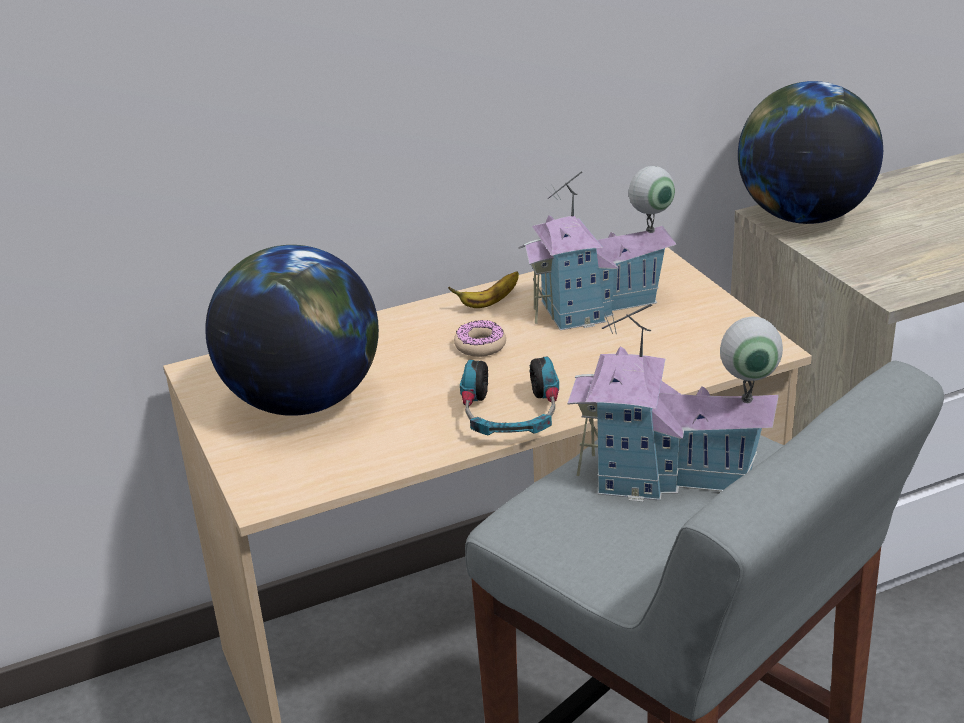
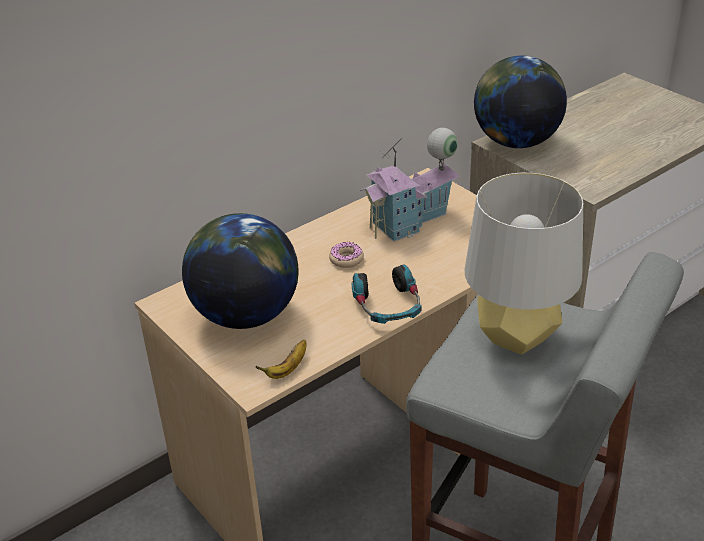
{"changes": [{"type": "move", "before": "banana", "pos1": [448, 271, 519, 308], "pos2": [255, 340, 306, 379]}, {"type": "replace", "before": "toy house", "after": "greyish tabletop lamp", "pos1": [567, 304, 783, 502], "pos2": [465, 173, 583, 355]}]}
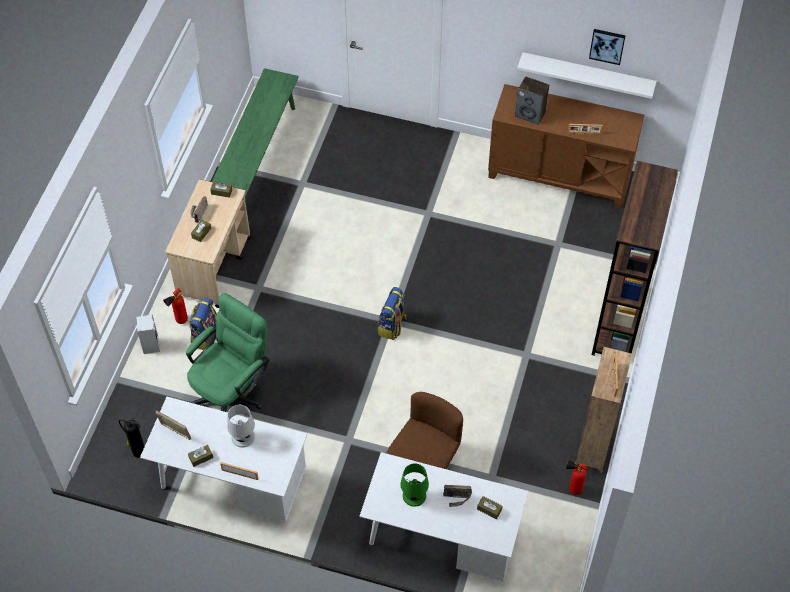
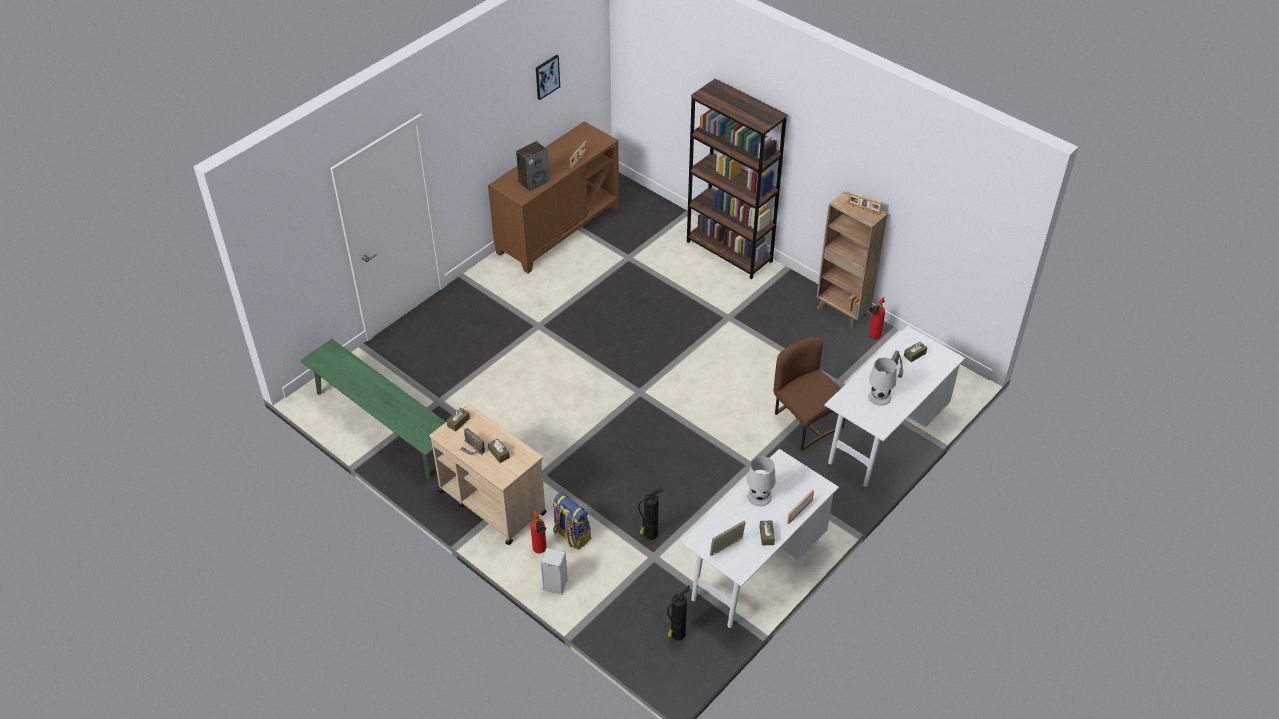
{"changes": [{"type": "delete", "before": "backpack", "pos1": [378, 287, 407, 340]}, {"type": "delete", "before": "white bracket shelf", "pos1": [517, 52, 656, 99]}, {"type": "replace", "before": "green desk chair", "after": "extinguisher", "pos1": [186, 293, 269, 412], "pos2": [638, 486, 663, 540]}, {"type": "recolor", "before": "green tabletop lamp", "after": "white tabletop lamp", "pos1": [400, 463, 429, 507], "pos2": [868, 358, 897, 406]}]}
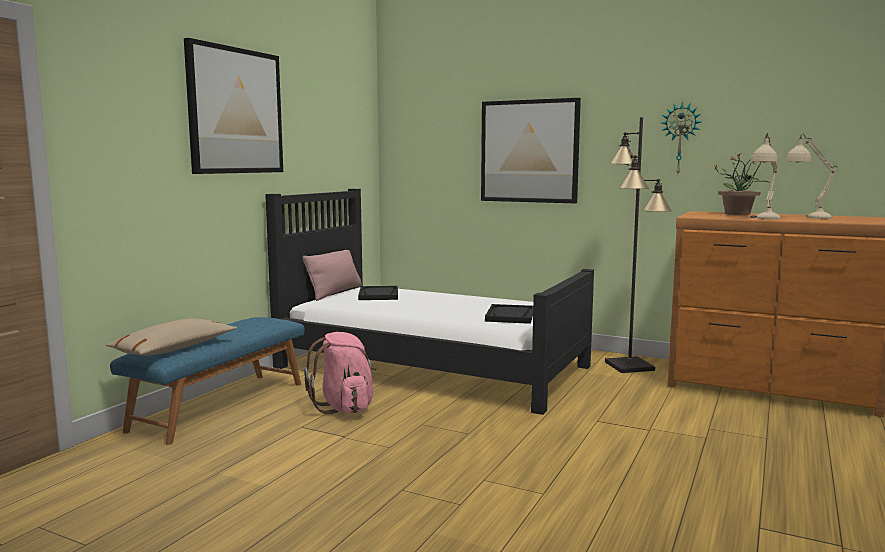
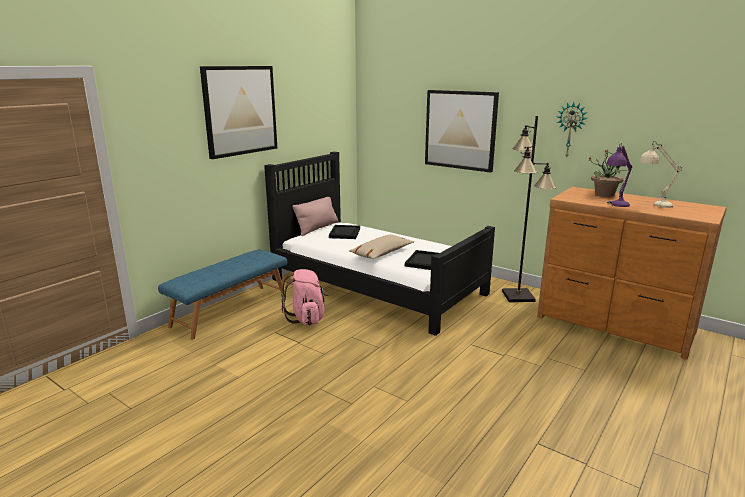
{"changes": [{"type": "move", "before": "sand-coloured cushion", "pos1": [106, 318, 237, 355], "pos2": [349, 235, 414, 259]}, {"type": "recolor", "before": "sand-coloured tabletop lamp", "after": "purple-coloured tabletop lamp", "pos1": [750, 133, 781, 219], "pos2": [606, 143, 632, 207]}]}
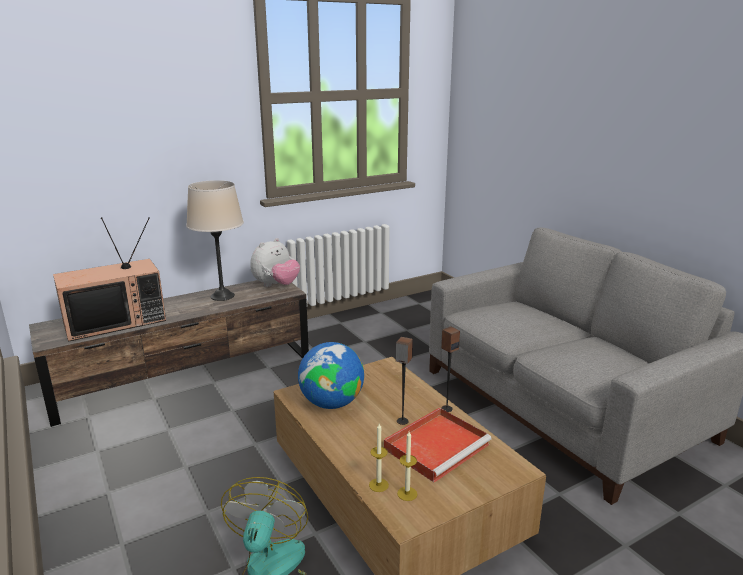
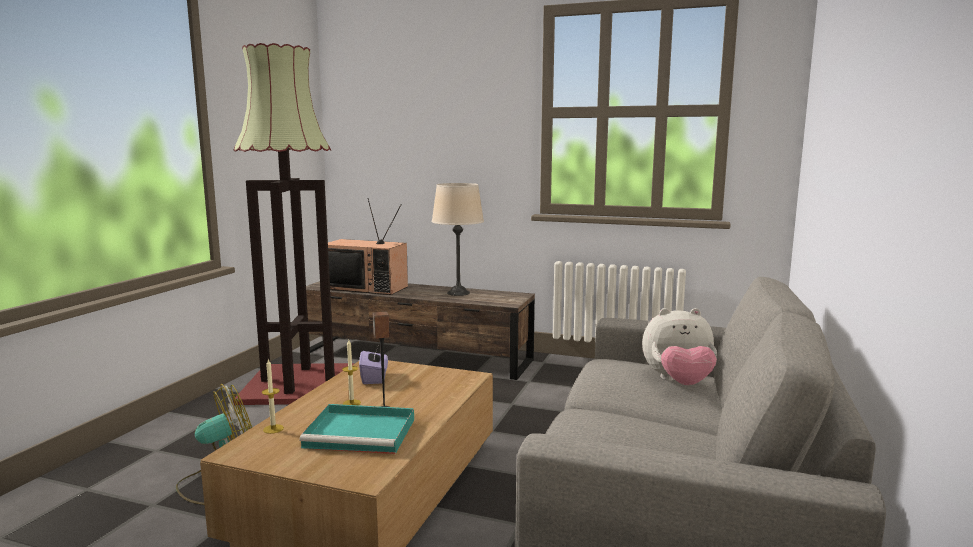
{"changes": [{"type": "delete", "before": "speaker", "pos1": [441, 326, 460, 412]}, {"type": "insert", "after": "standing lamp", "pos2": [233, 43, 354, 405]}, {"type": "move", "before": "cuddly toy", "pos1": [250, 238, 300, 287], "pos2": [642, 308, 717, 385]}, {"type": "move", "before": "wax candle", "pos1": [397, 431, 417, 501], "pos2": [342, 340, 361, 405]}, {"type": "replace", "before": "desk globe", "after": "purple-coloured tissue holder", "pos1": [298, 342, 364, 409], "pos2": [359, 347, 388, 384]}, {"type": "recolor", "before": "reddish serving tray", "after": "blue-green serving tray", "pos1": [384, 408, 491, 483], "pos2": [300, 404, 414, 454]}]}
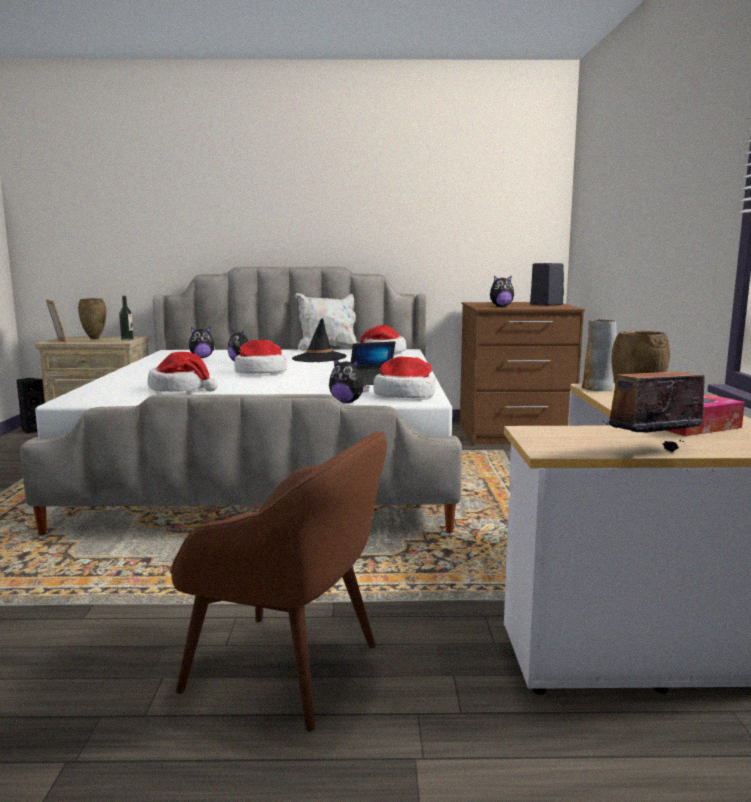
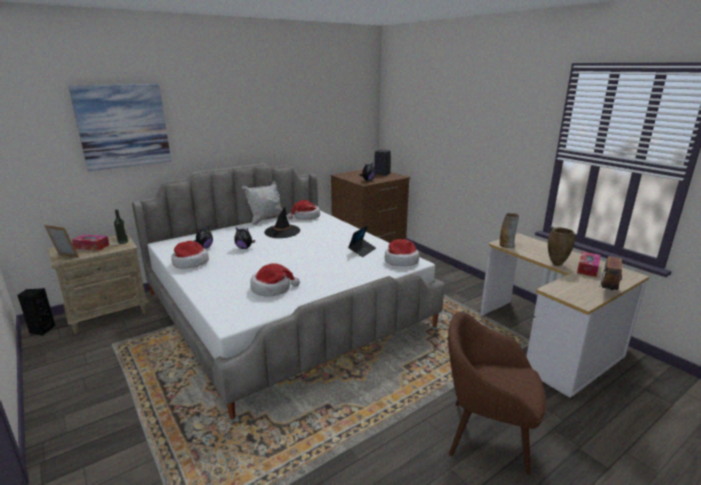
{"changes": [{"type": "delete", "before": "cuddly toy", "pos1": [329, 357, 370, 403]}, {"type": "insert", "after": "wall art", "pos2": [69, 84, 171, 171]}, {"type": "move", "before": "clothing hat", "pos1": [235, 340, 287, 374], "pos2": [171, 240, 209, 269]}, {"type": "replace", "before": "brown-coloured decorative vase", "after": "tissue holder", "pos1": [78, 298, 106, 339], "pos2": [72, 235, 110, 251]}, {"type": "rotate", "before": "brown-coloured armchair", "pos1": [170, 431, 387, 732], "pos2": [448, 312, 546, 475], "turn": -150}]}
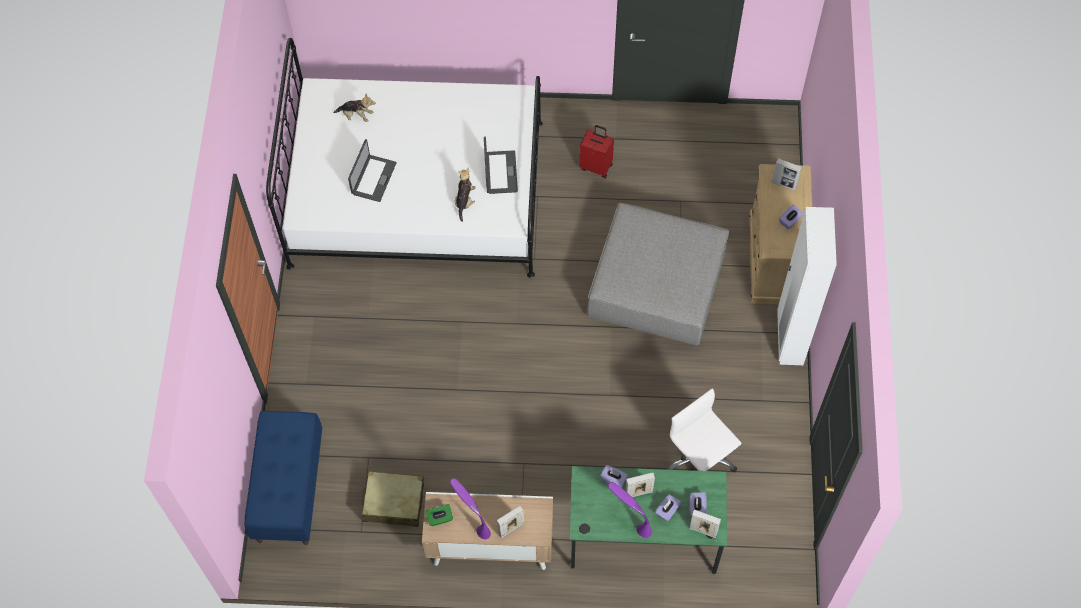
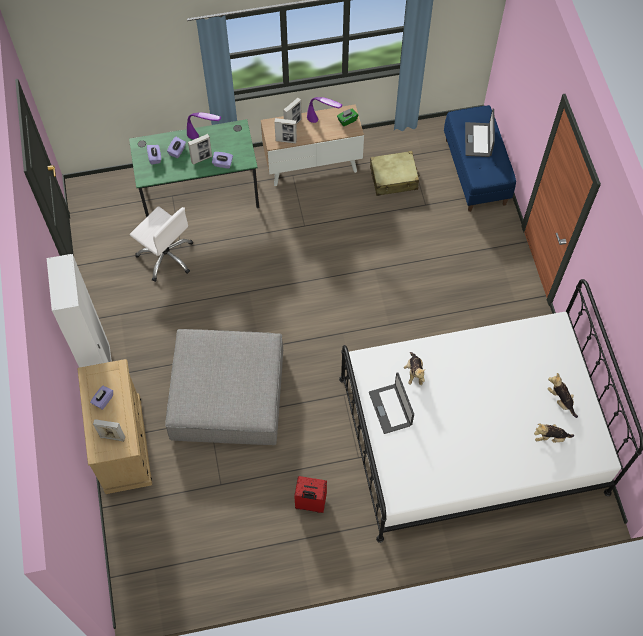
{"changes": [{"type": "insert", "after": "cuddly toy", "pos2": [548, 373, 578, 418]}, {"type": "move", "before": "notebook computer", "pos1": [348, 139, 397, 202], "pos2": [465, 109, 495, 157]}, {"type": "move", "before": "picture frame", "pos1": [689, 510, 721, 538], "pos2": [274, 118, 297, 143]}]}
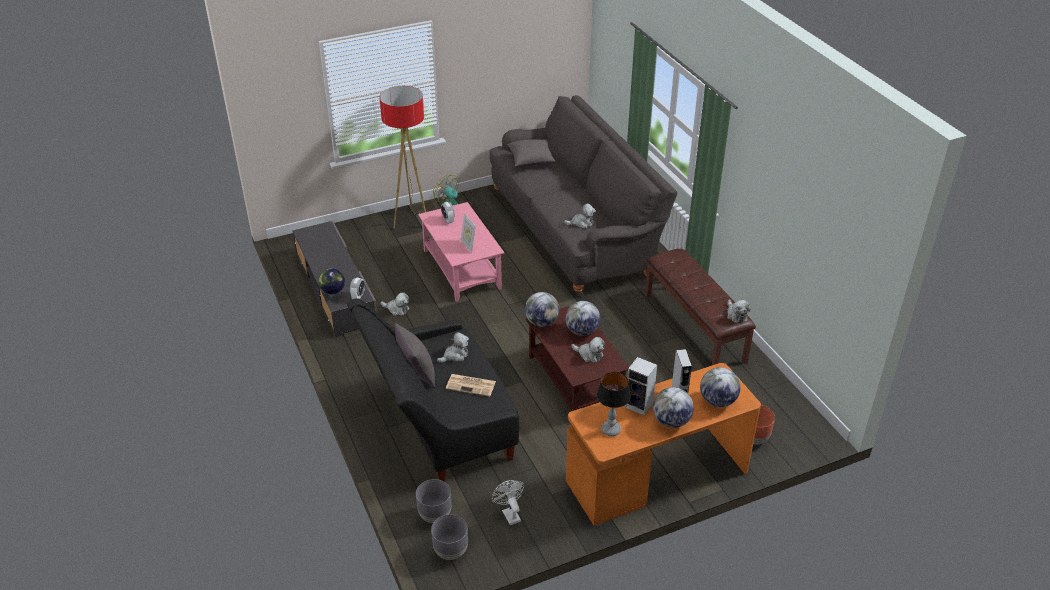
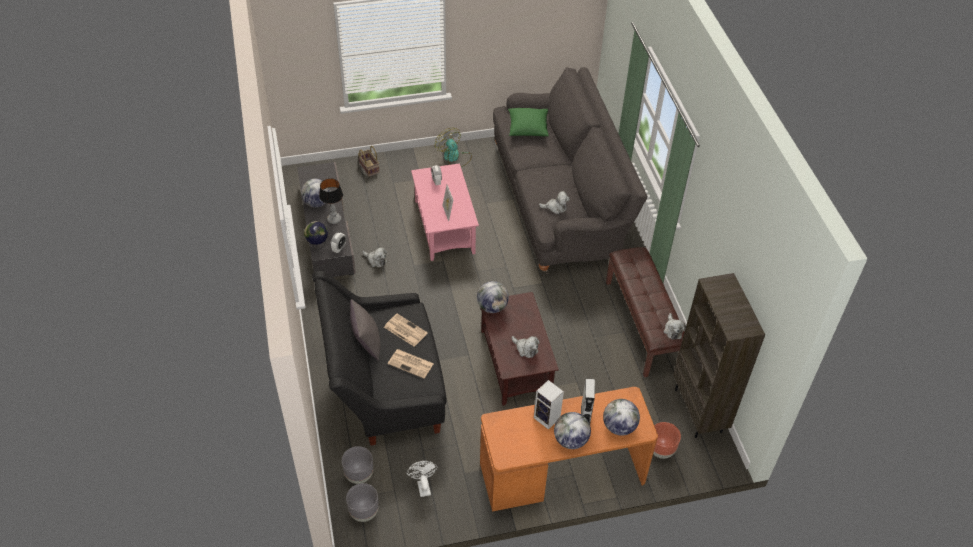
{"changes": [{"type": "delete", "before": "standing lamp", "pos1": [379, 86, 426, 229]}, {"type": "insert", "after": "household basket", "pos2": [358, 146, 380, 177]}, {"type": "insert", "after": "brown-coloured bookcase", "pos2": [673, 273, 765, 438]}, {"type": "move", "before": "desk globe", "pos1": [565, 301, 600, 336], "pos2": [301, 179, 330, 207]}, {"type": "move", "before": "tabletop lamp", "pos1": [597, 372, 631, 436], "pos2": [319, 178, 343, 224]}, {"type": "replace", "before": "cuddly toy", "after": "printed paper", "pos1": [437, 332, 469, 363], "pos2": [384, 314, 428, 347]}, {"type": "recolor", "before": "greyish cushion", "after": "green cushion", "pos1": [507, 139, 556, 167], "pos2": [508, 108, 549, 136]}]}
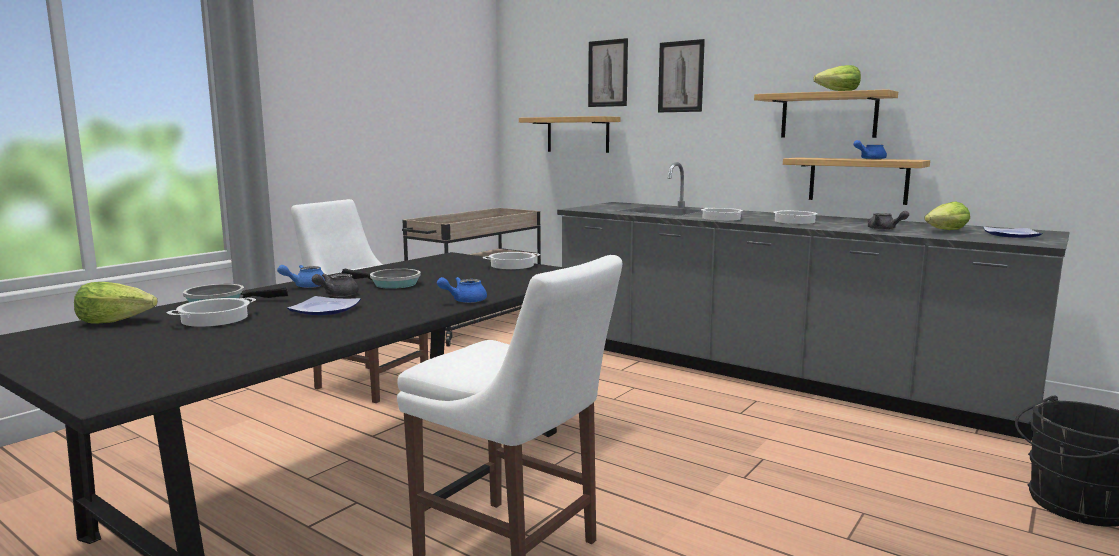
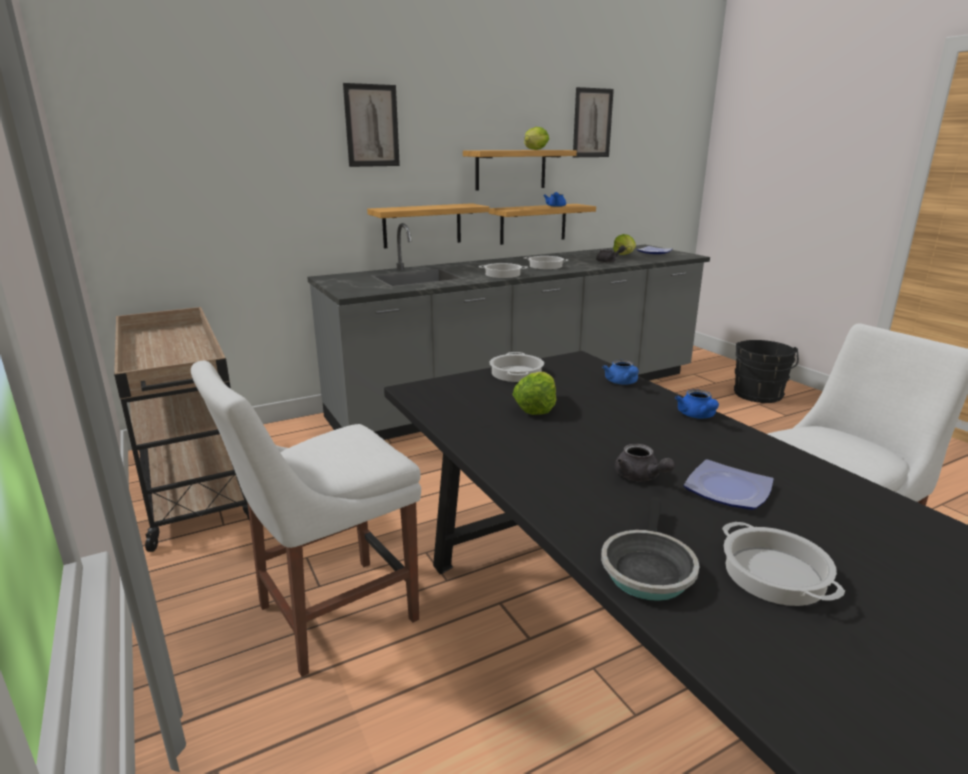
{"changes": [{"type": "delete", "before": "skillet", "pos1": [342, 269, 421, 289]}, {"type": "move", "before": "head of lettuce", "pos1": [74, 282, 158, 324], "pos2": [512, 372, 556, 415]}, {"type": "move", "before": "bluish tea pot", "pos1": [277, 265, 325, 288], "pos2": [602, 360, 639, 385]}, {"type": "move", "before": "bracket shelf", "pos1": [519, 116, 621, 153], "pos2": [367, 203, 489, 249]}, {"type": "move", "before": "wall art", "pos1": [588, 38, 628, 107], "pos2": [573, 87, 614, 157]}]}
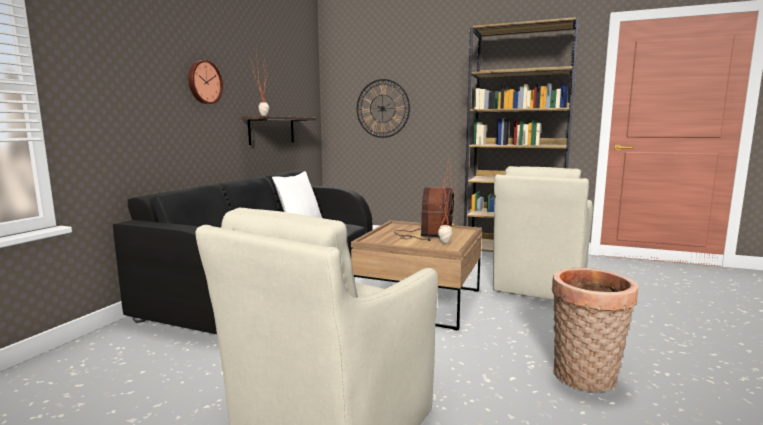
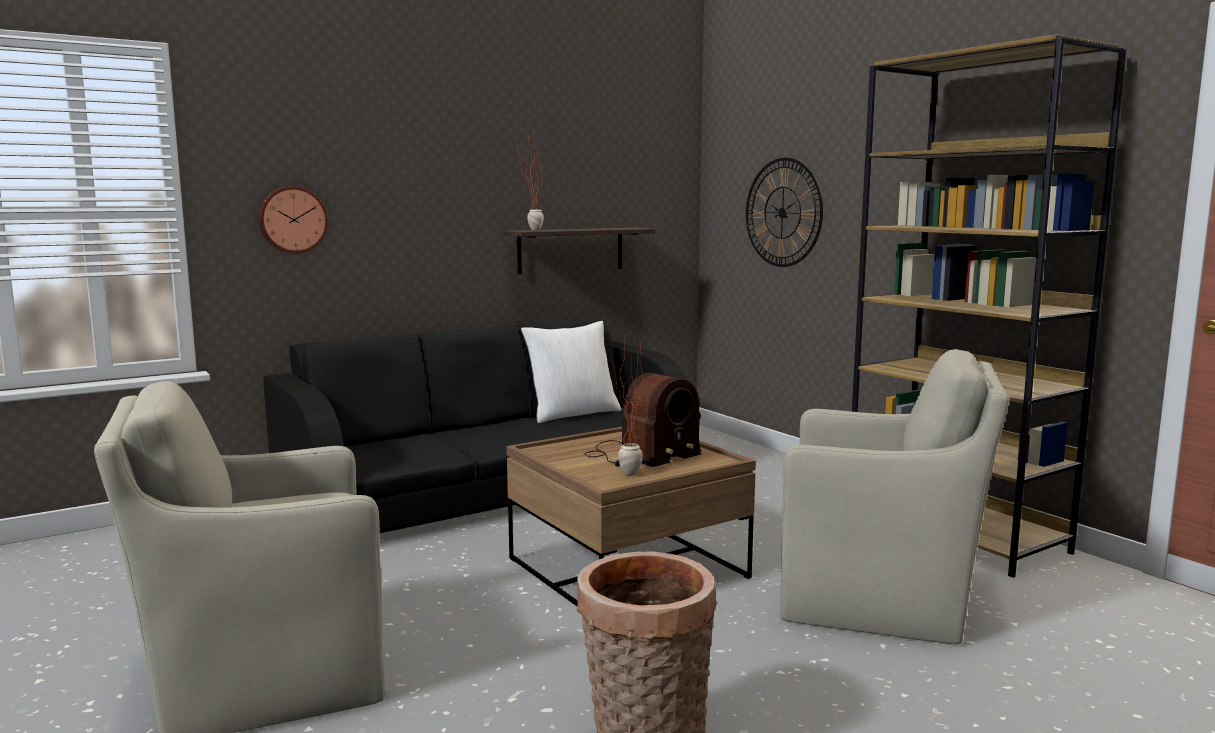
{"changes": [{"type": "move", "before": "wall clock", "pos1": [188, 60, 223, 104], "pos2": [258, 186, 328, 253]}, {"type": "rotate", "before": "sand-coloured armchair", "pos1": [493, 166, 593, 300], "pos2": [780, 349, 1009, 645], "turn": -135}]}
